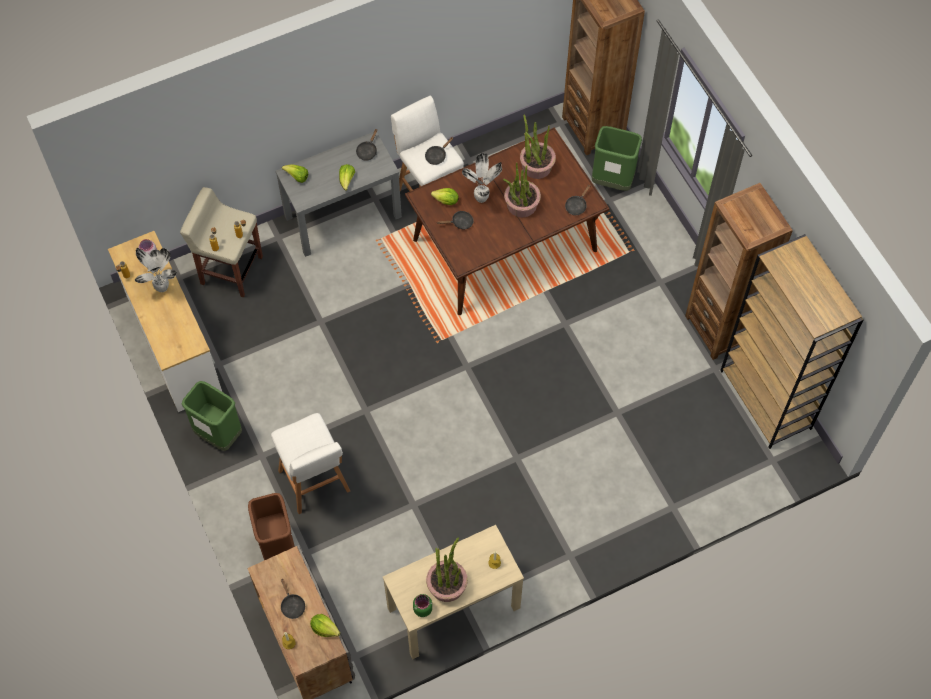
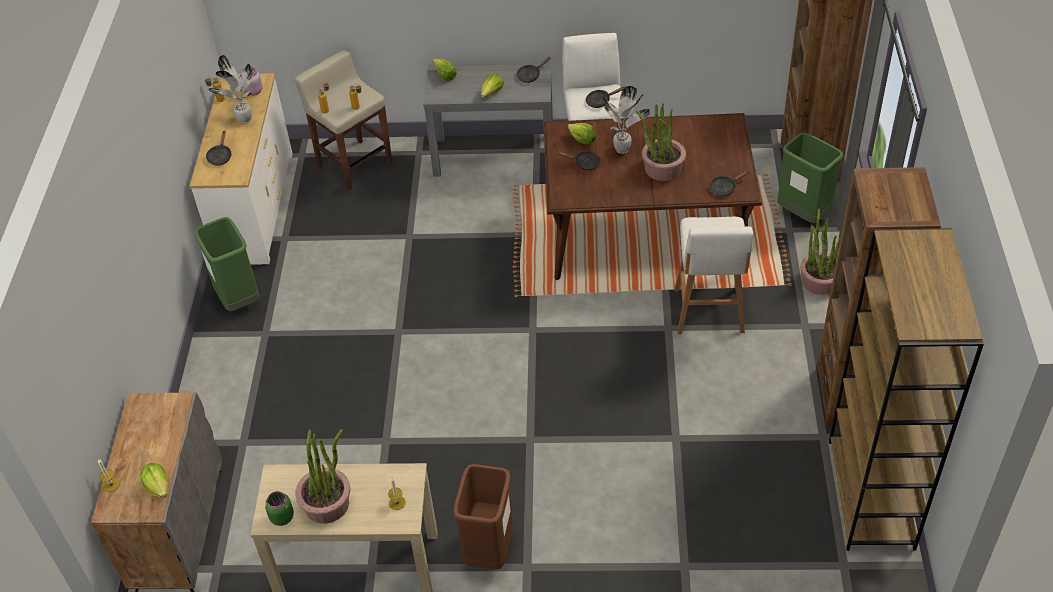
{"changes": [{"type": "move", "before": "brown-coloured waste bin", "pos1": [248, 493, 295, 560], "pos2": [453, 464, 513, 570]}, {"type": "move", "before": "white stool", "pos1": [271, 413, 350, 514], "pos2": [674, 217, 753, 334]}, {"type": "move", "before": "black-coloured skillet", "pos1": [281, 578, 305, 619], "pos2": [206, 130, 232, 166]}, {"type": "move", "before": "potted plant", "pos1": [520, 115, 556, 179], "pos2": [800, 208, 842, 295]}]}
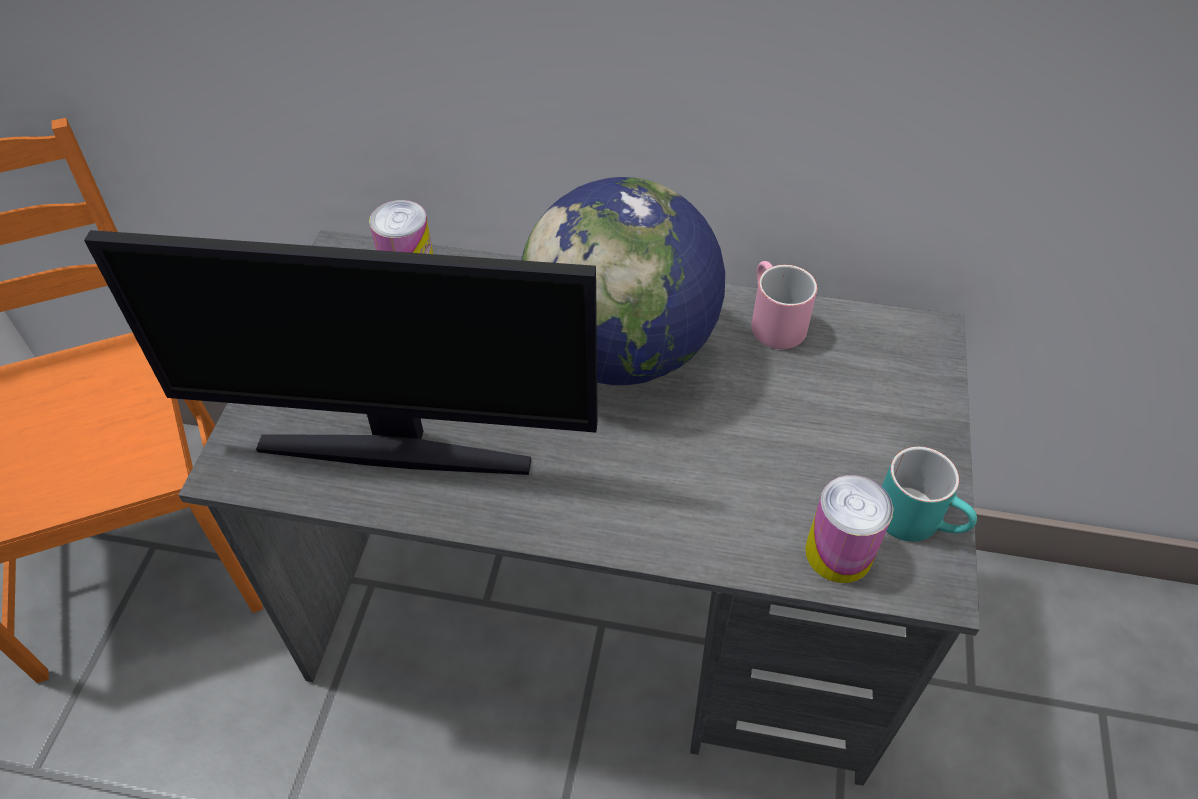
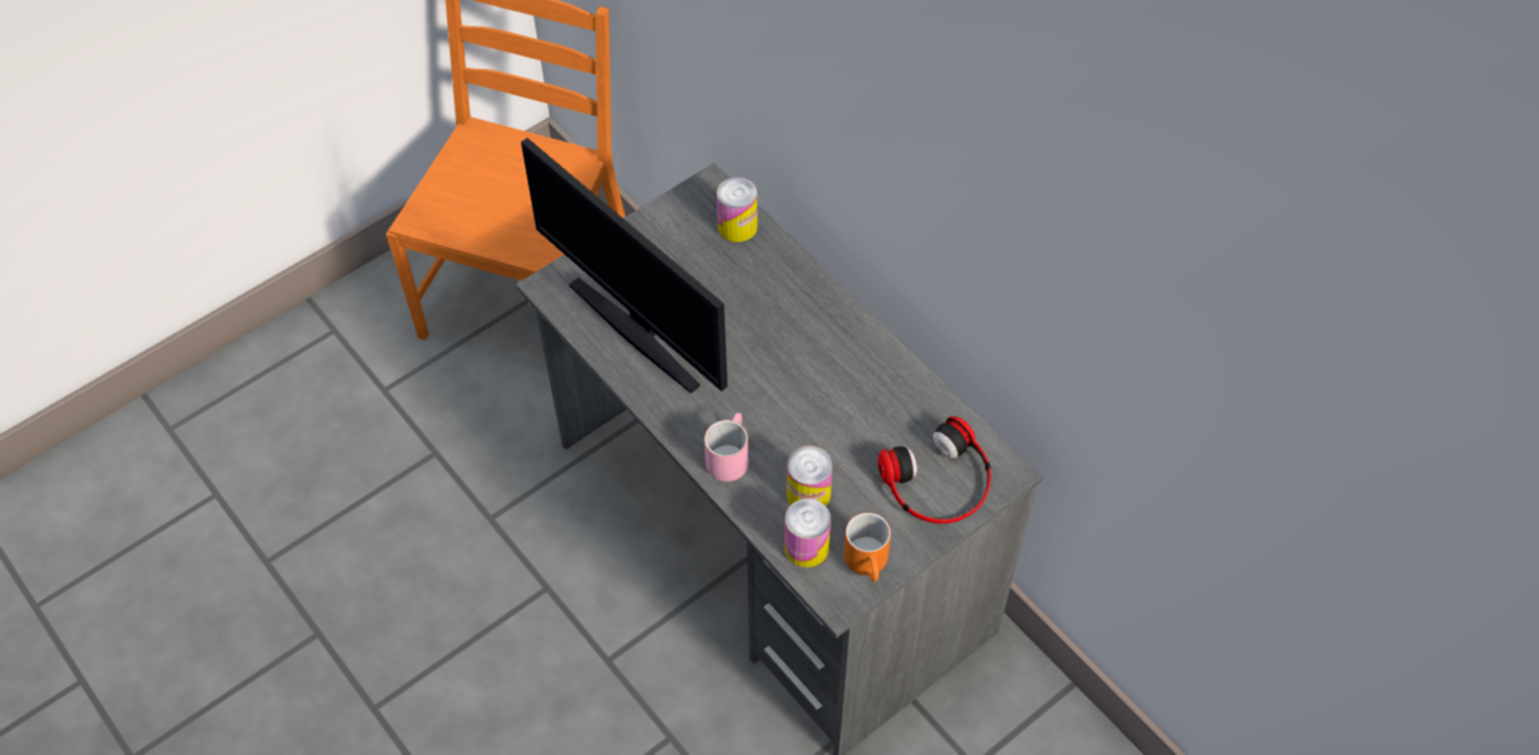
{"changes": [{"type": "delete", "before": "desk globe", "pos1": [521, 177, 725, 385]}, {"type": "insert", "after": "metal can", "pos2": [787, 446, 833, 506]}, {"type": "insert", "after": "headset", "pos2": [878, 416, 991, 524]}, {"type": "move", "before": "pink coffee mug", "pos1": [751, 261, 817, 349], "pos2": [704, 413, 749, 482]}, {"type": "recolor", "before": "blue-green coffee mug", "after": "orange-coloured coffee mug", "pos1": [882, 446, 977, 542], "pos2": [844, 513, 891, 582]}]}
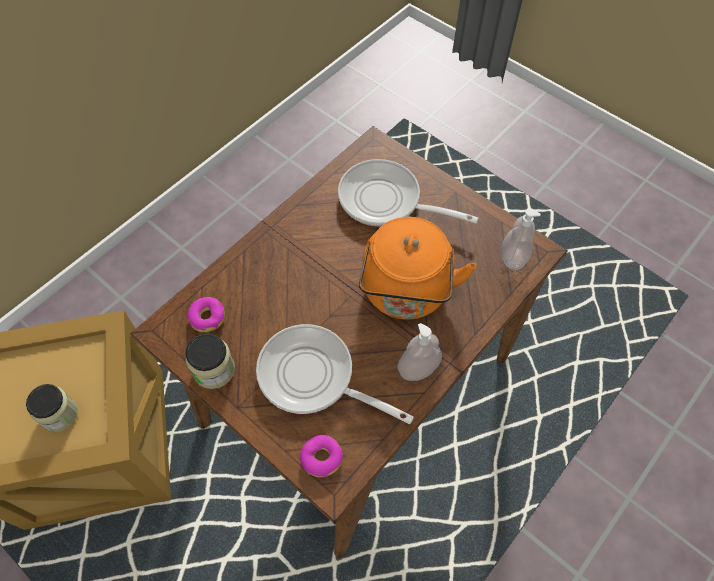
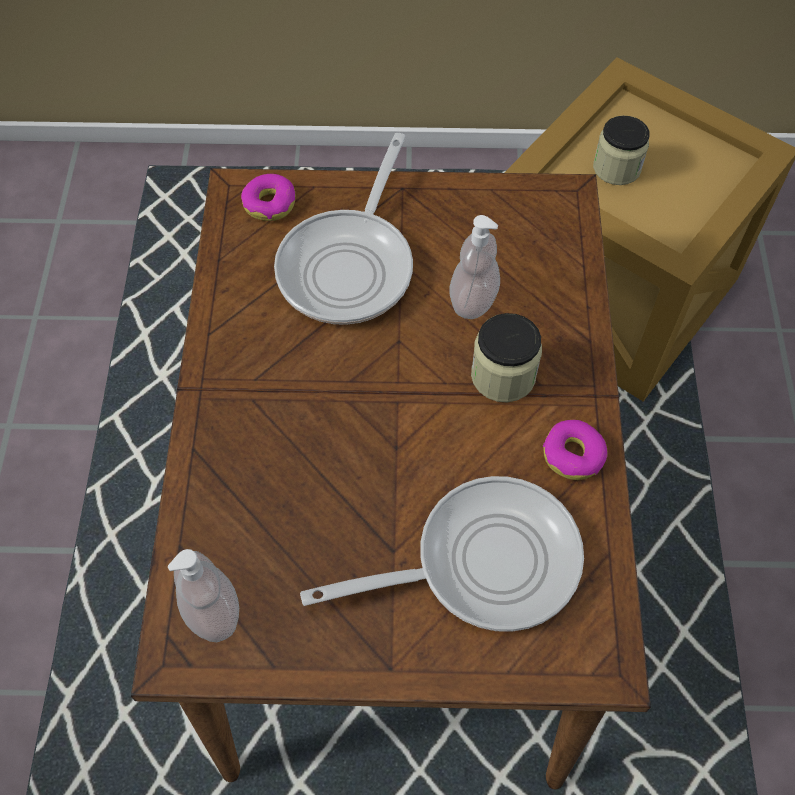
{"changes": [{"type": "delete", "before": "orange-coloured water kettle", "pos1": [359, 217, 476, 320]}, {"type": "move", "before": "storage jar", "pos1": [185, 333, 235, 389], "pos2": [471, 313, 542, 402]}, {"type": "move", "before": "doughnut", "pos1": [188, 297, 225, 332], "pos2": [543, 420, 608, 480]}, {"type": "move", "before": "liquid soap bottle", "pos1": [397, 323, 442, 381], "pos2": [449, 215, 500, 319]}, {"type": "rotate", "before": "skillet", "pos1": [256, 324, 414, 424], "pos2": [274, 133, 413, 325], "turn": 120}]}
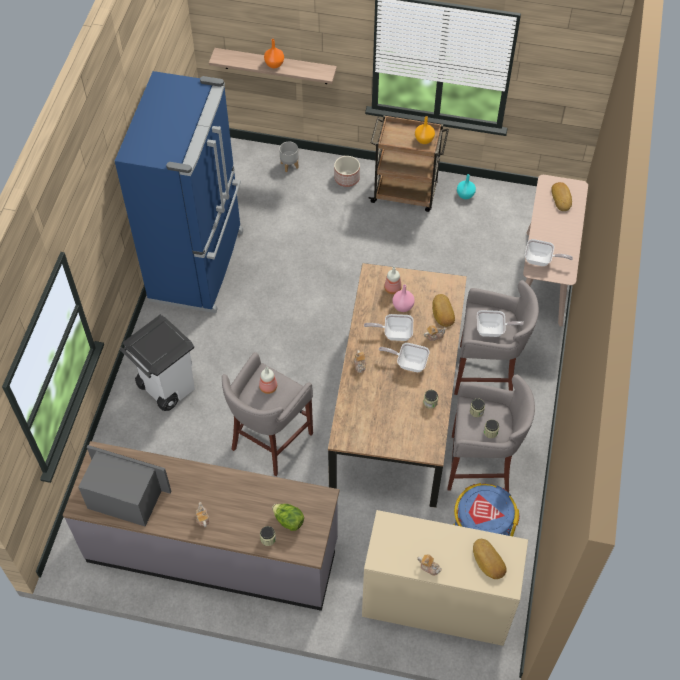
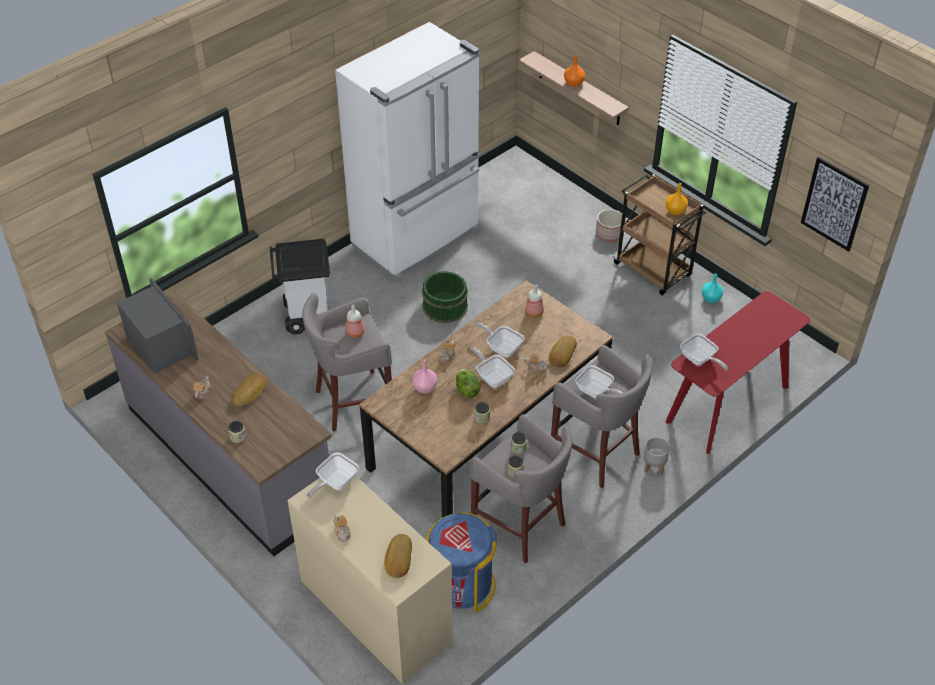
{"changes": [{"type": "insert", "after": "skillet", "pos2": [306, 452, 359, 498]}, {"type": "insert", "after": "green water bucket", "pos2": [422, 271, 468, 323]}, {"type": "insert", "after": "wall art", "pos2": [801, 157, 869, 252]}, {"type": "move", "before": "head of lettuce", "pos1": [272, 504, 304, 531], "pos2": [456, 368, 480, 398]}, {"type": "move", "before": "greyish plant pot", "pos1": [279, 142, 298, 172], "pos2": [644, 437, 670, 475]}, {"type": "move", "before": "pink decorative vase", "pos1": [392, 285, 415, 312], "pos2": [412, 360, 437, 394]}, {"type": "move", "before": "bread", "pos1": [551, 182, 572, 211], "pos2": [231, 374, 266, 406]}, {"type": "recolor", "before": "bluish refrigerator", "after": "white refrigerator", "pos1": [115, 71, 243, 313], "pos2": [335, 22, 480, 282]}, {"type": "recolor", "before": "sand-coloured console table", "after": "reddish console table", "pos1": [520, 175, 588, 327], "pos2": [665, 291, 810, 454]}]}
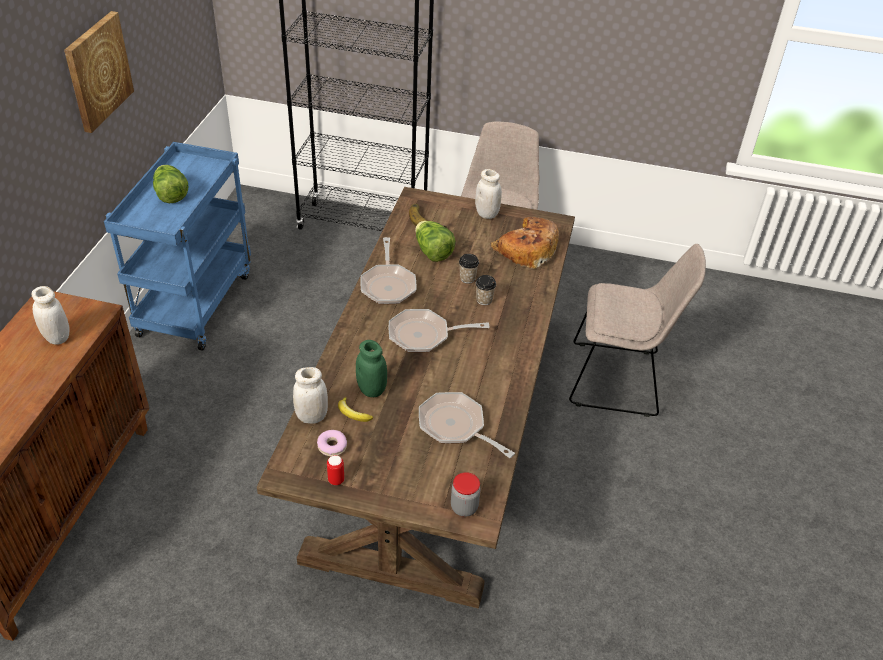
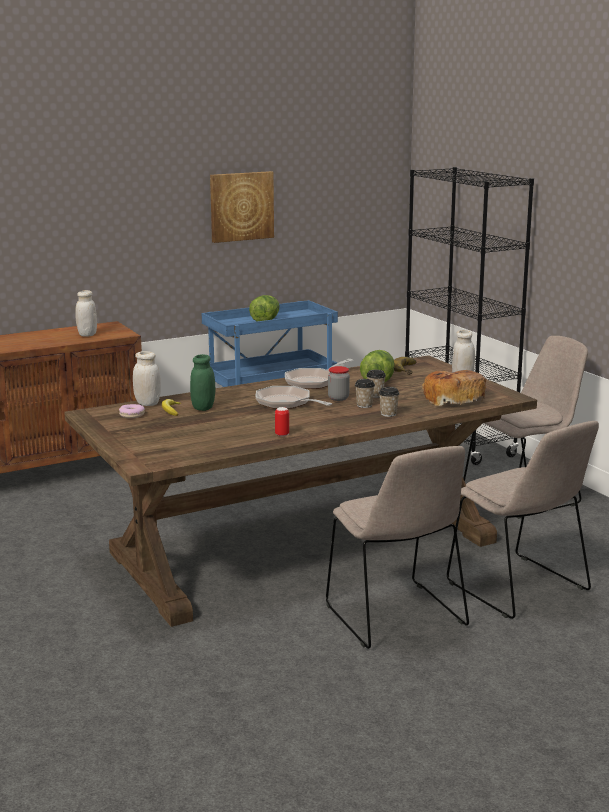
{"changes": [{"type": "delete", "before": "skillet", "pos1": [419, 392, 515, 458]}, {"type": "insert", "after": "sand-coloured chair", "pos2": [326, 446, 469, 649]}, {"type": "insert", "after": "small cup", "pos2": [379, 387, 399, 417]}, {"type": "move", "before": "metal can", "pos1": [327, 455, 344, 485], "pos2": [275, 407, 289, 437]}, {"type": "move", "before": "storage jar", "pos1": [451, 472, 481, 517], "pos2": [328, 366, 350, 401]}]}
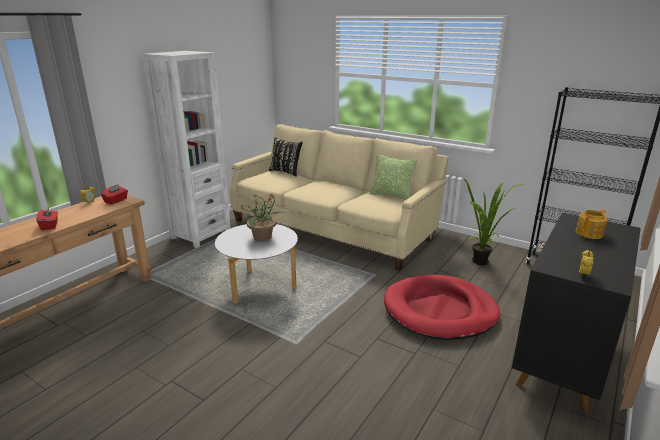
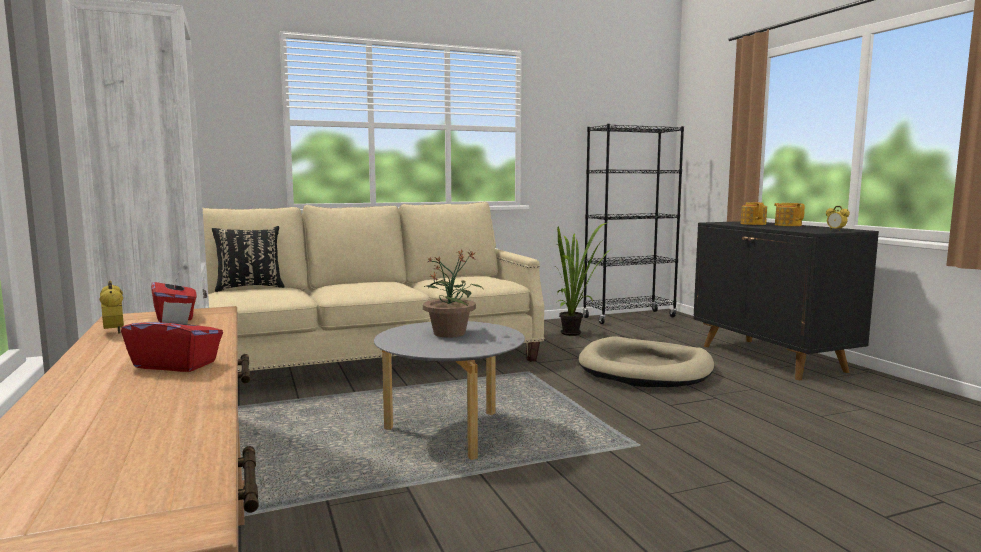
{"changes": [{"type": "delete", "before": "cushion", "pos1": [370, 154, 417, 200]}, {"type": "insert", "after": "tea pot", "pos2": [774, 203, 805, 226]}, {"type": "recolor", "before": "reddish dog bed", "after": "sand-coloured dog bed", "pos1": [384, 275, 500, 340], "pos2": [578, 336, 714, 387]}]}
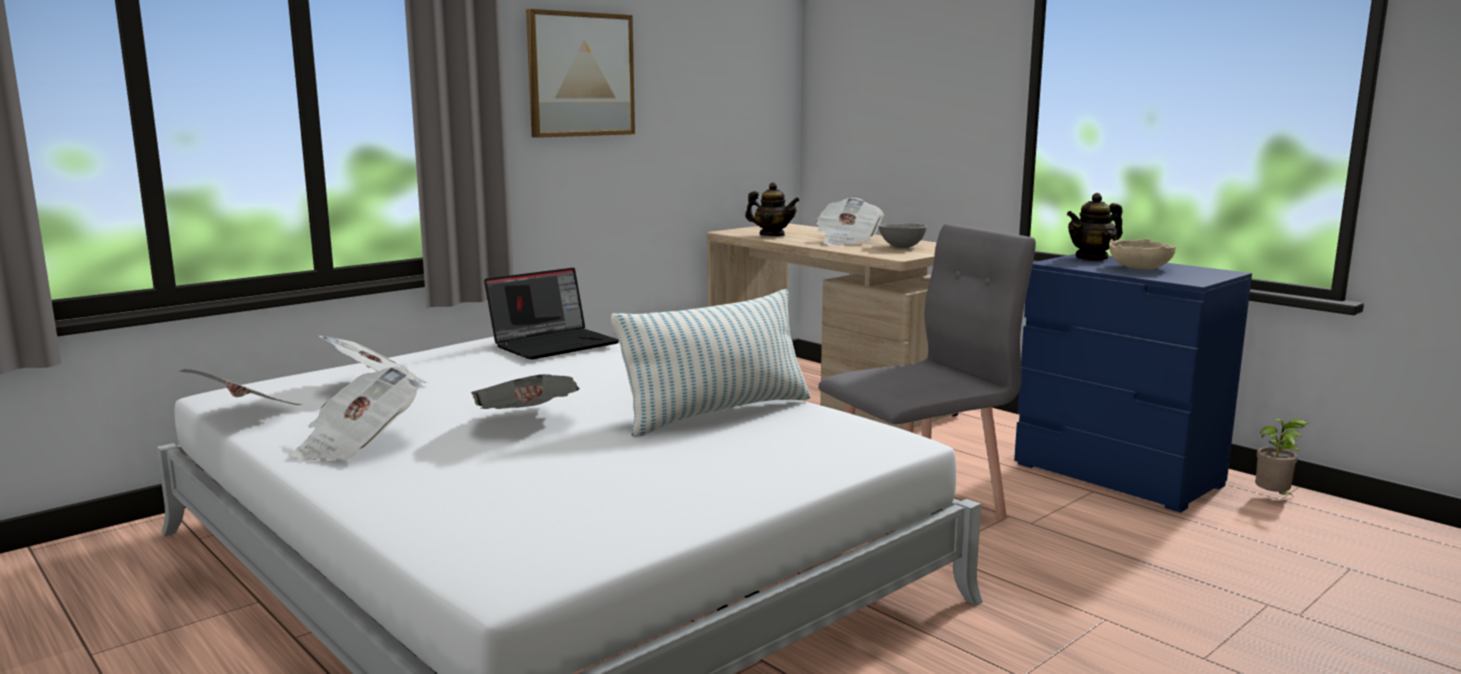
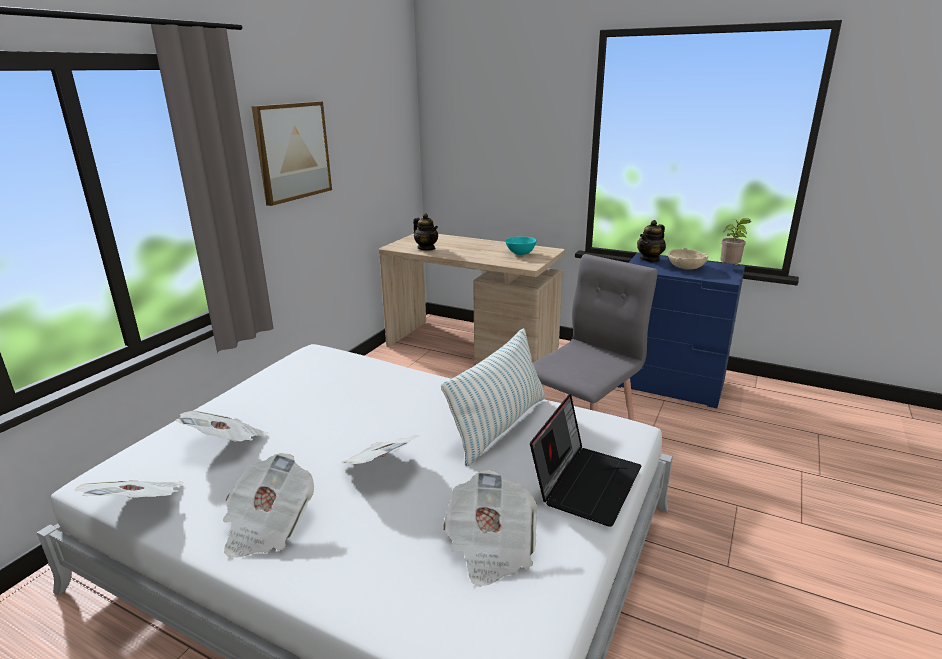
{"changes": [{"type": "move", "before": "notebook computer", "pos1": [484, 268, 619, 360], "pos2": [530, 394, 642, 527]}, {"type": "move", "before": "printed paper", "pos1": [815, 198, 884, 246], "pos2": [443, 470, 537, 587]}, {"type": "move", "before": "potted plant", "pos1": [1256, 418, 1308, 495], "pos2": [720, 218, 752, 266]}, {"type": "recolor", "before": "greyish bowl", "after": "blue-green bowl", "pos1": [879, 223, 927, 248], "pos2": [505, 237, 537, 255]}, {"type": "rotate", "before": "tea pot", "pos1": [745, 183, 800, 236], "pos2": [413, 213, 438, 250], "turn": 45}]}
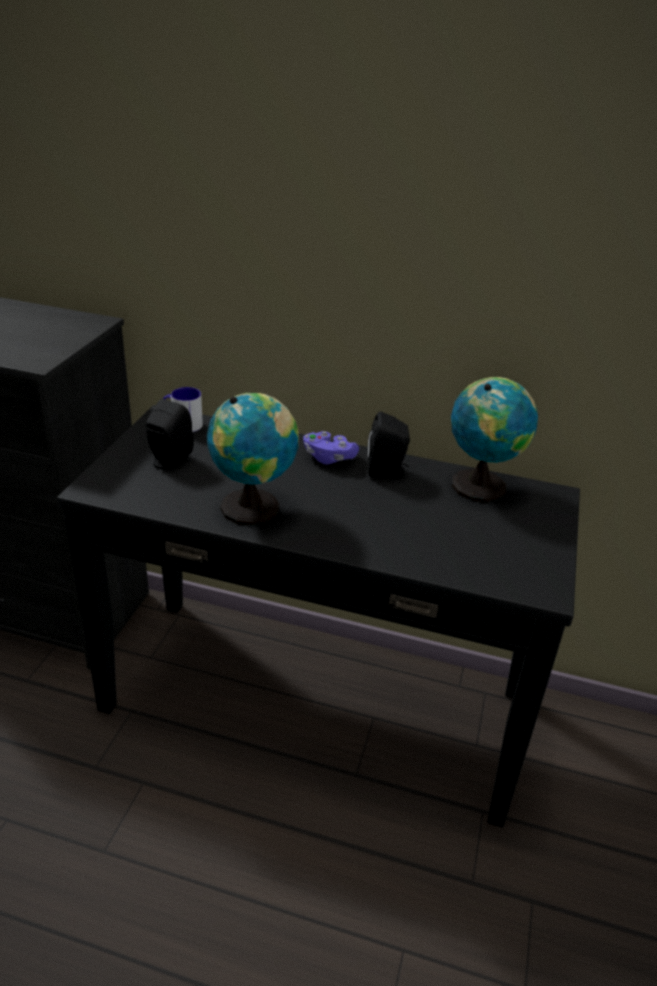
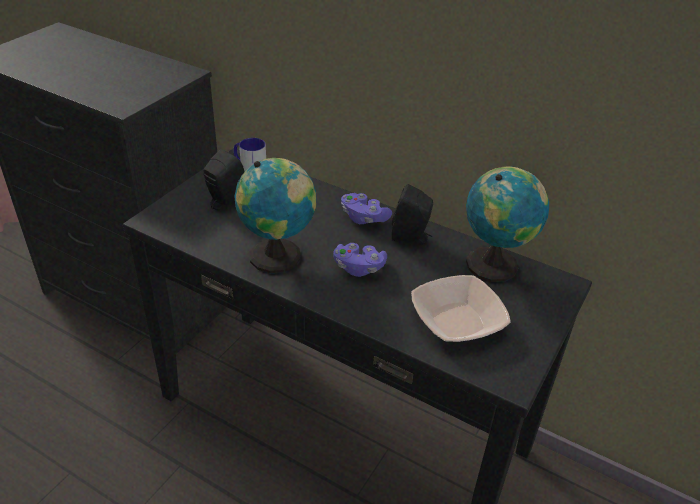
{"changes": [{"type": "insert", "after": "purple-coloured game controller", "pos2": [333, 243, 387, 277]}, {"type": "insert", "after": "bowl", "pos2": [411, 275, 511, 342]}]}
